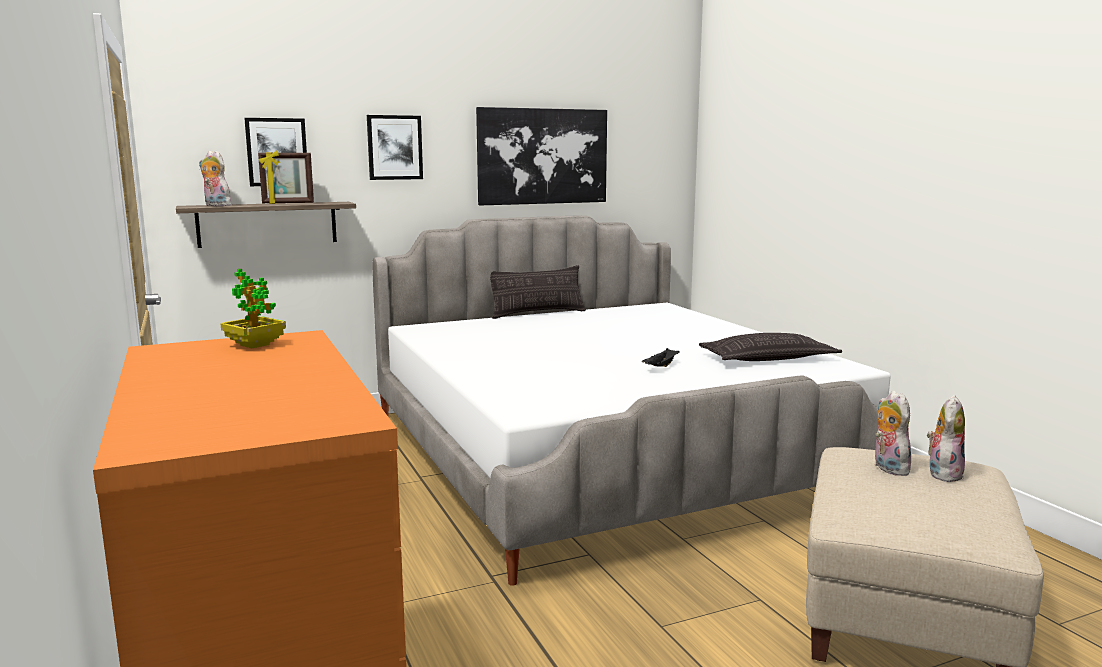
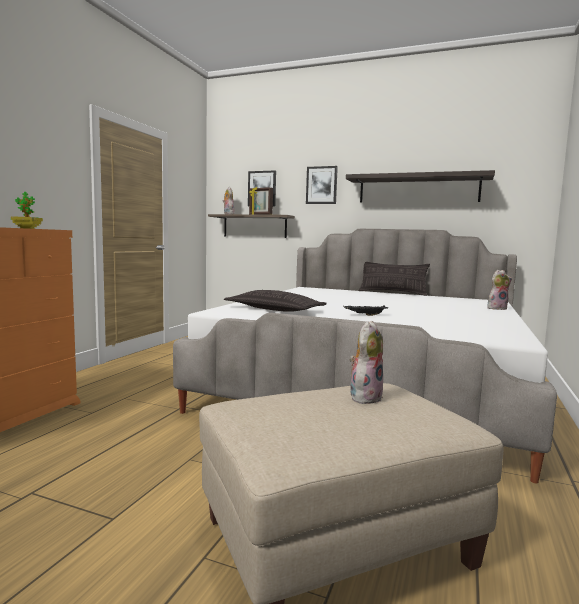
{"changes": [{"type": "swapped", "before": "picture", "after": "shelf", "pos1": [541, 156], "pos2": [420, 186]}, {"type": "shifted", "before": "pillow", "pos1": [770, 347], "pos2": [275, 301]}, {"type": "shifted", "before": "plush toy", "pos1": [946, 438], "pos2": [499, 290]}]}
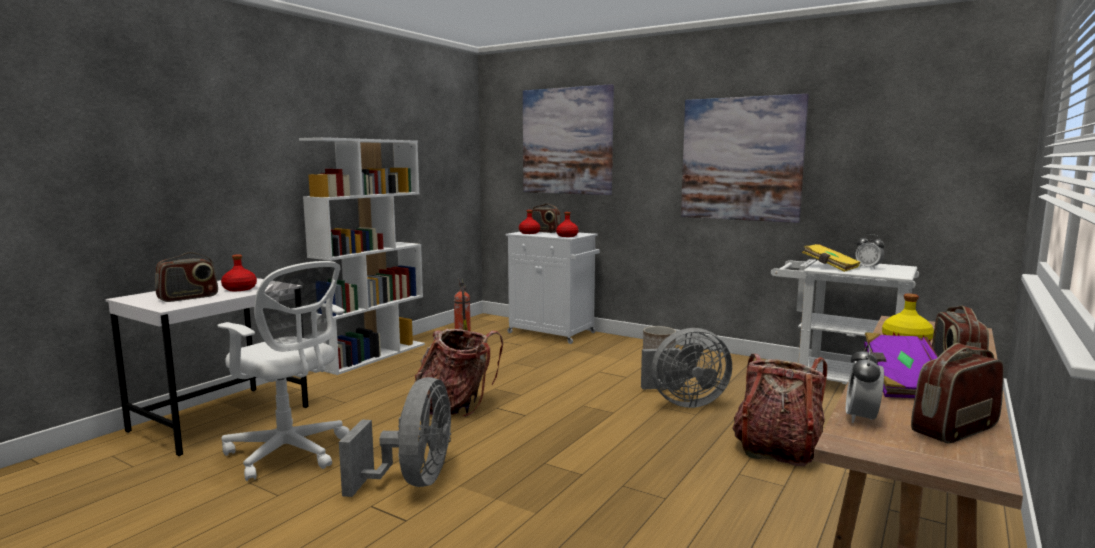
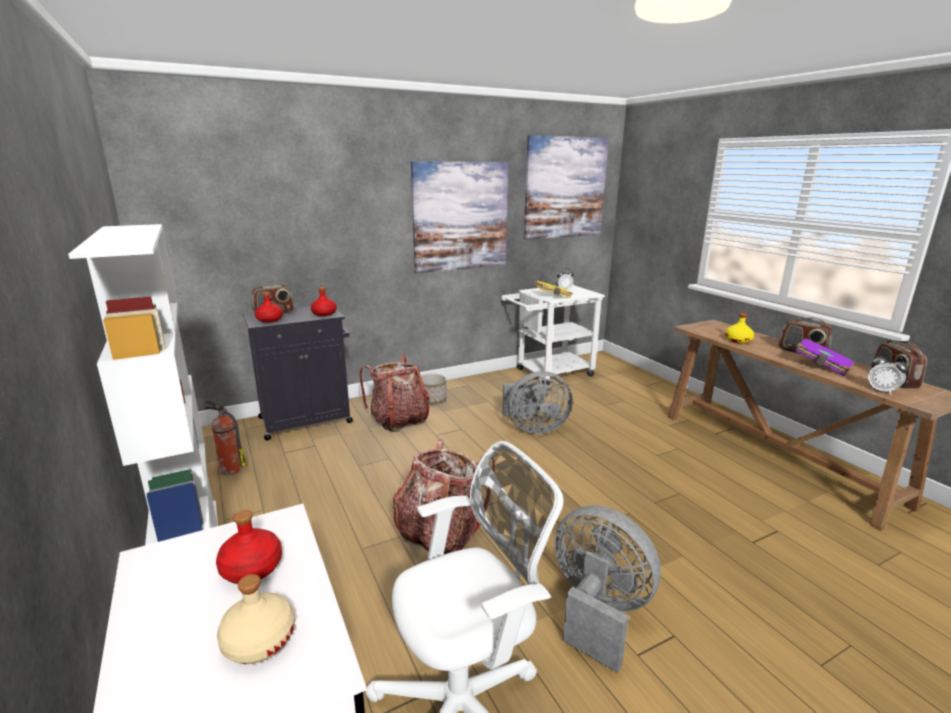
{"changes": [{"type": "swapped", "before": "radio", "after": "bottle (beige)", "pos1": [186, 277], "pos2": [256, 619]}, {"type": "repainted", "before": "cabinet (white)", "after": "cabinet (black)", "pos1": [553, 288], "pos2": [298, 372]}, {"type": "shifted", "before": "picture", "pos1": [568, 139], "pos2": [566, 187]}, {"type": "rotated", "before": "fan (grey)", "pos1": [686, 368], "pos2": [537, 402], "turn": 60}, {"type": "shifted", "before": "backpack", "pos1": [780, 410], "pos2": [394, 393]}]}
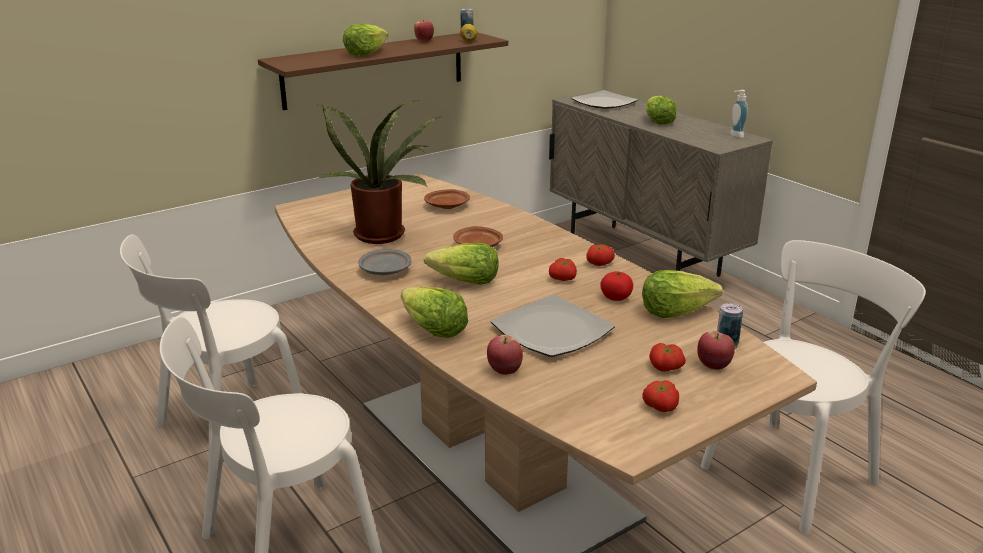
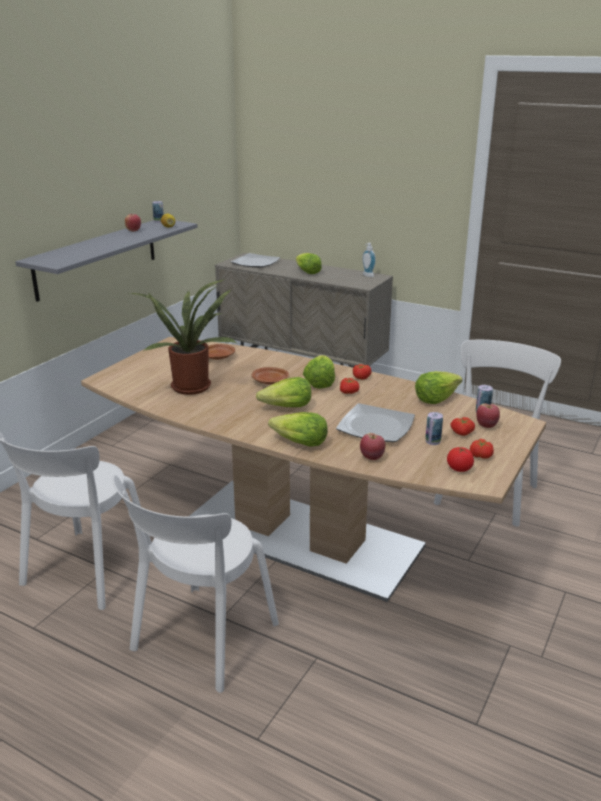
{"changes": [{"type": "repainted", "before": "shelf (brown)", "after": "shelf (grey)", "pos1": [383, 71], "pos2": [106, 261]}, {"type": "shifted", "before": "lettuce", "pos1": [365, 40], "pos2": [319, 372]}, {"type": "gone", "before": "plate (grey)", "pos1": [385, 262]}, {"type": "shifted", "before": "tomato", "pos1": [616, 286], "pos2": [460, 459]}, {"type": "new", "after": "can", "pos2": [434, 428]}]}
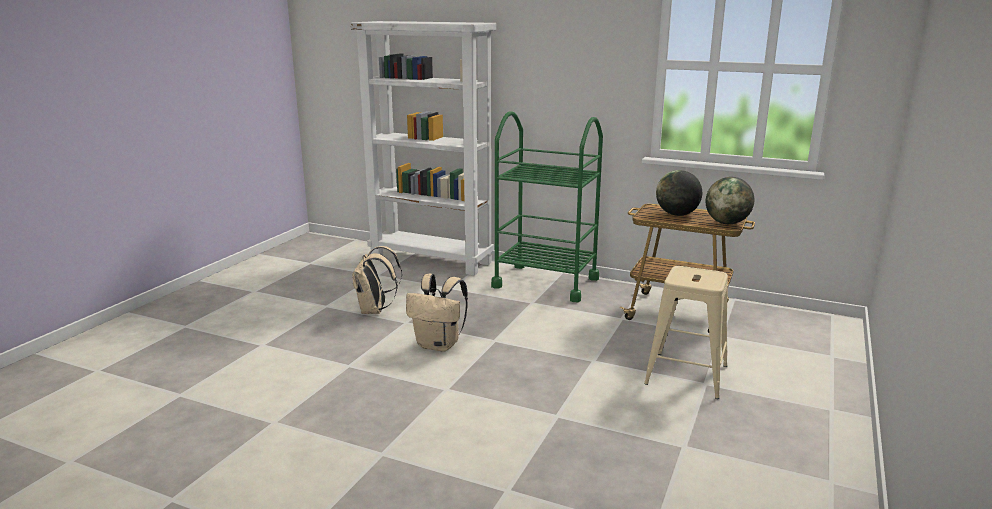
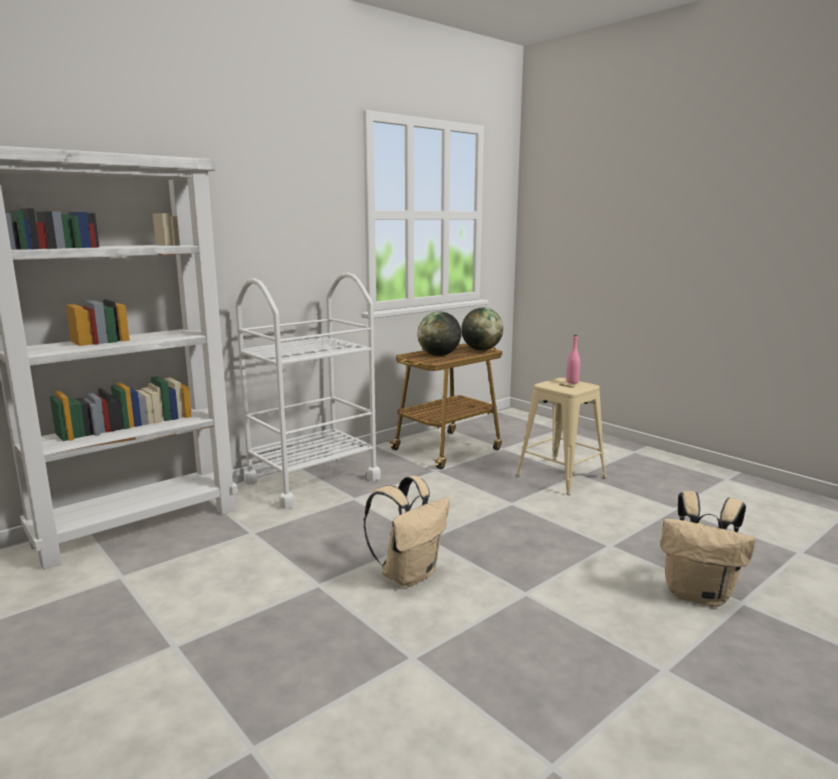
{"changes": [{"type": "shifted", "before": "backpack (beige)", "pos1": [377, 280], "pos2": [708, 549]}, {"type": "repainted", "before": "cart (green)", "after": "cart (white)", "pos1": [547, 206], "pos2": [308, 390]}, {"type": "new", "after": "bottle (pink)", "pos2": [573, 359]}]}
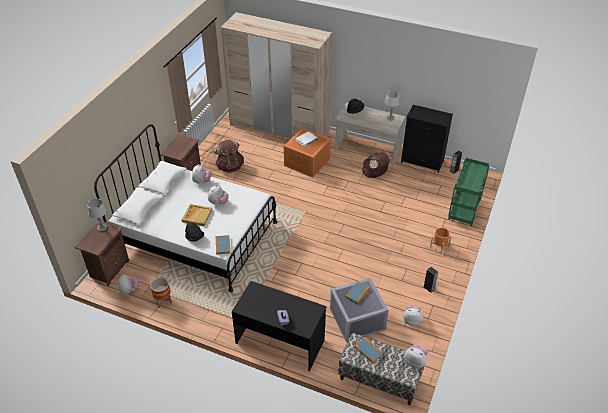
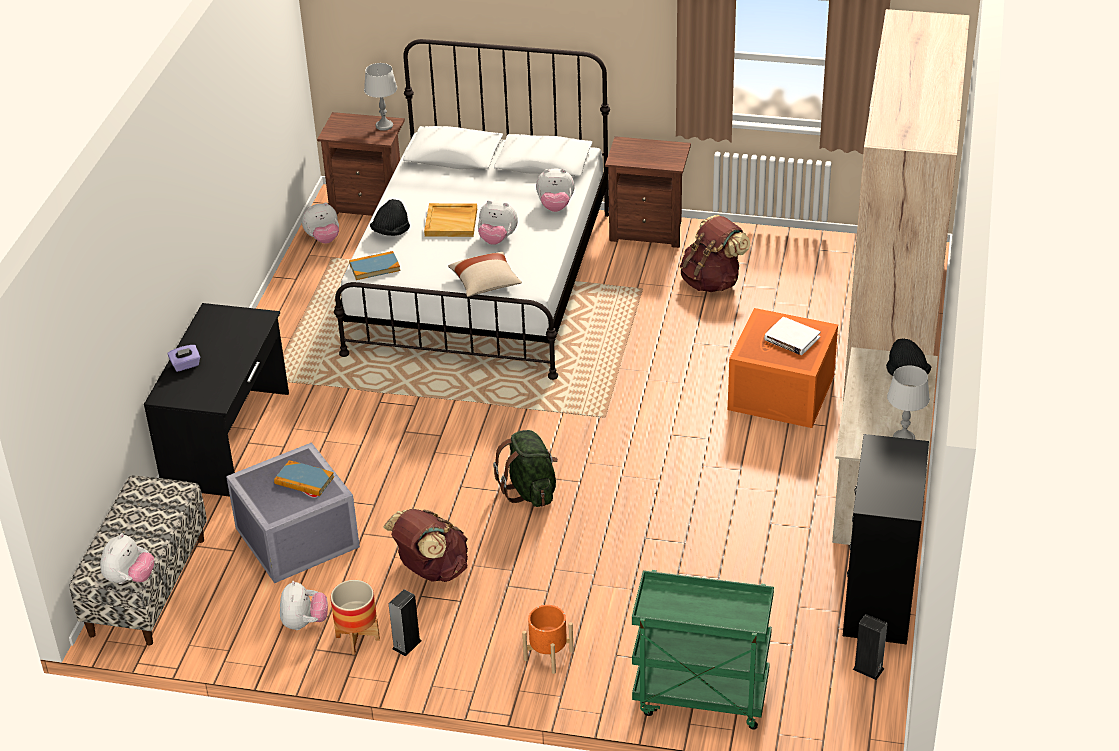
{"changes": [{"type": "shifted", "before": "planter", "pos1": [161, 293], "pos2": [355, 617]}, {"type": "gone", "before": "book", "pos1": [369, 350]}, {"type": "shifted", "before": "backpack (brown)", "pos1": [377, 165], "pos2": [425, 545]}, {"type": "new", "after": "pillow (beige)", "pos2": [485, 274]}, {"type": "new", "after": "backpack (green)", "pos2": [525, 468]}]}
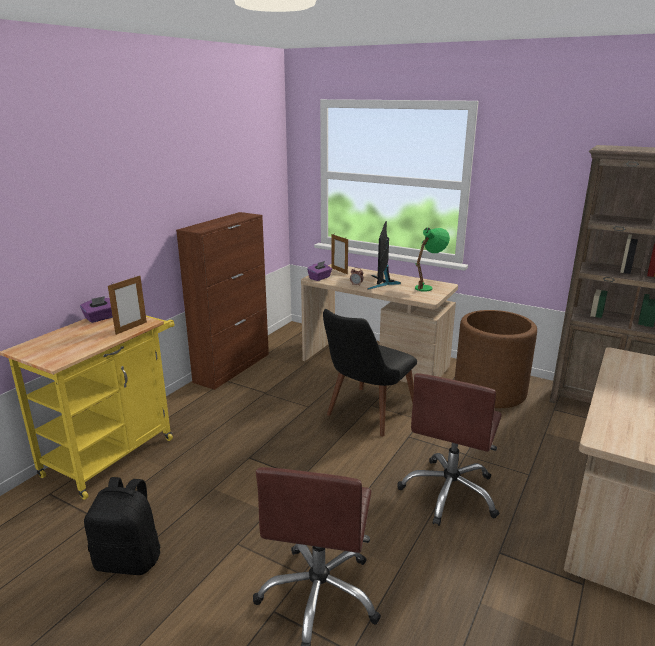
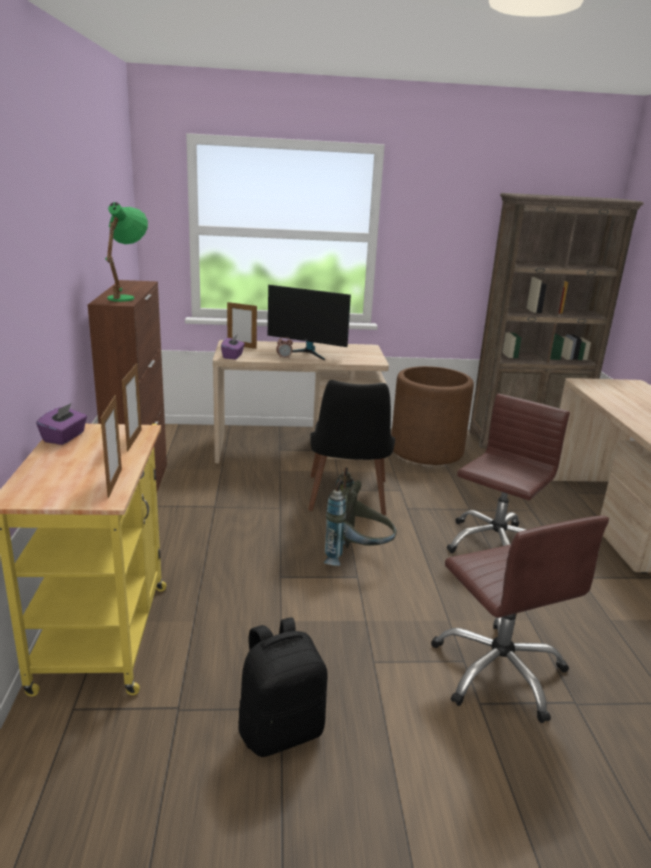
{"changes": [{"type": "rotated", "before": "monitor", "pos1": [384, 255], "pos2": [309, 322], "turn": -45}, {"type": "rotated", "before": "office chair (brown)", "pos1": [449, 449], "pos2": [508, 473], "turn": -135}, {"type": "shifted", "before": "table lamp (green)", "pos1": [432, 260], "pos2": [126, 252]}, {"type": "new", "after": "picture frame", "pos2": [111, 446]}, {"type": "new", "after": "backpack (grey)", "pos2": [360, 516]}]}
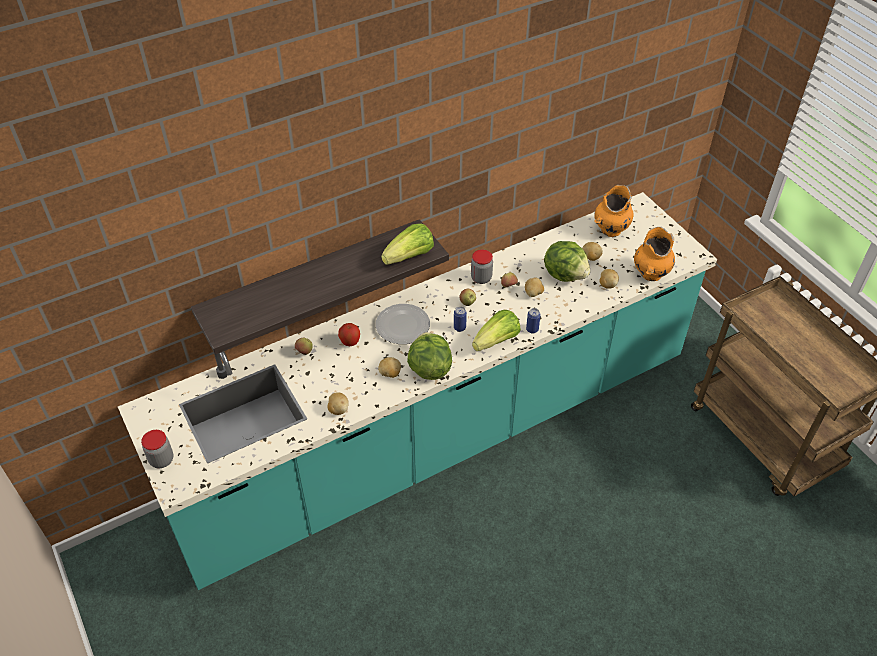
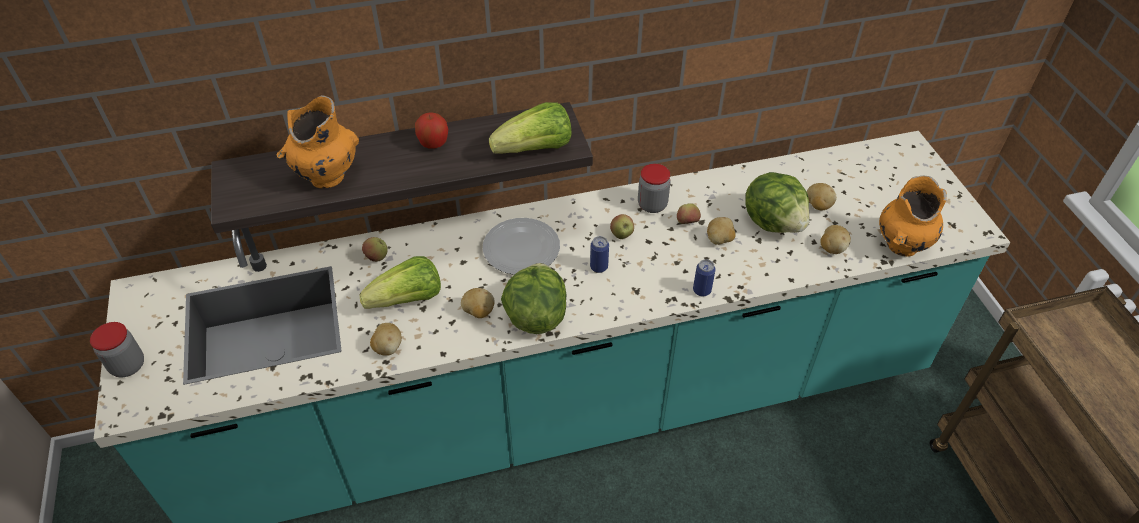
{"changes": [{"type": "shifted", "before": "apple", "pos1": [349, 334], "pos2": [431, 131]}, {"type": "shifted", "before": "lettuce", "pos1": [496, 330], "pos2": [400, 282]}, {"type": "shifted", "before": "vase (orange)", "pos1": [613, 211], "pos2": [318, 141]}]}
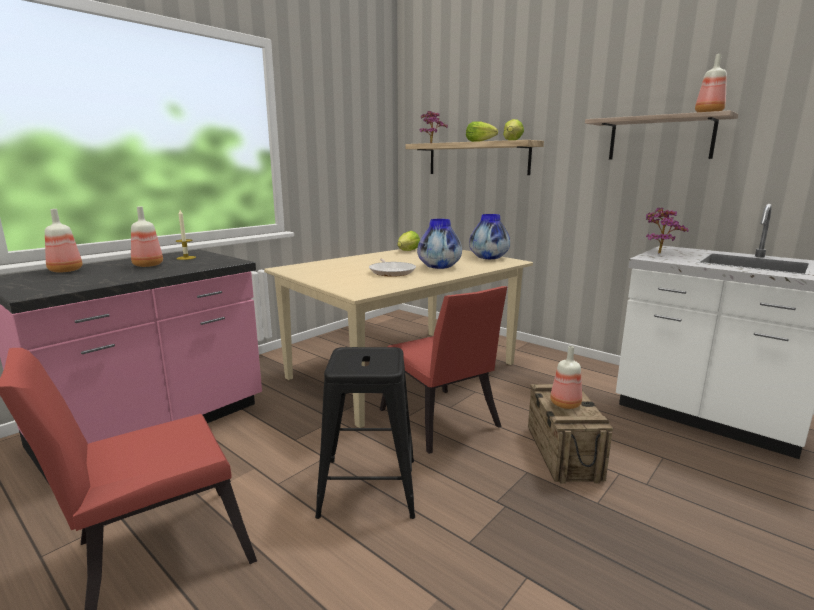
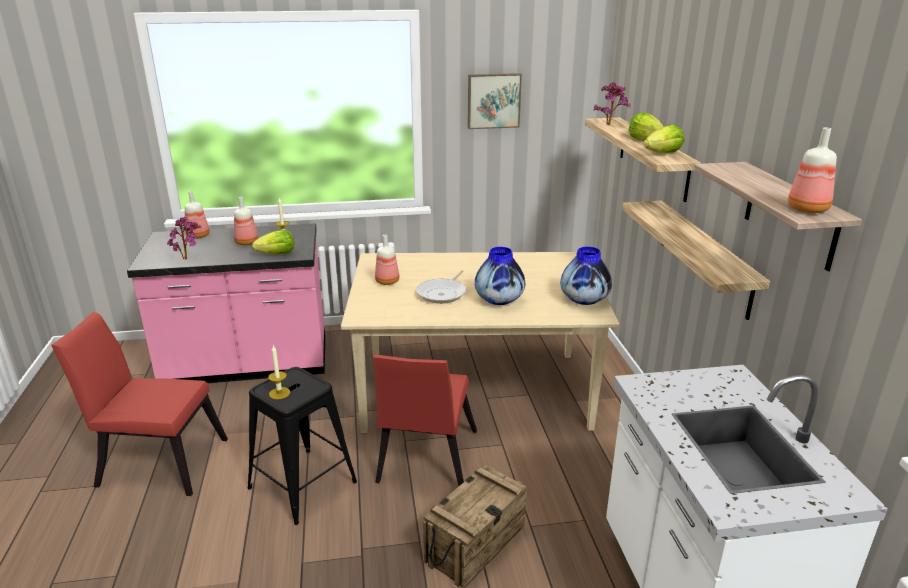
{"changes": [{"type": "shifted", "before": "lettuce", "pos1": [408, 241], "pos2": [273, 242]}, {"type": "shifted", "before": "bottle", "pos1": [566, 377], "pos2": [387, 260]}, {"type": "shifted", "before": "potted plant", "pos1": [667, 231], "pos2": [184, 238]}, {"type": "new", "after": "candle", "pos2": [279, 372]}, {"type": "new", "after": "picture", "pos2": [495, 101]}, {"type": "new", "after": "shelf", "pos2": [696, 260]}]}
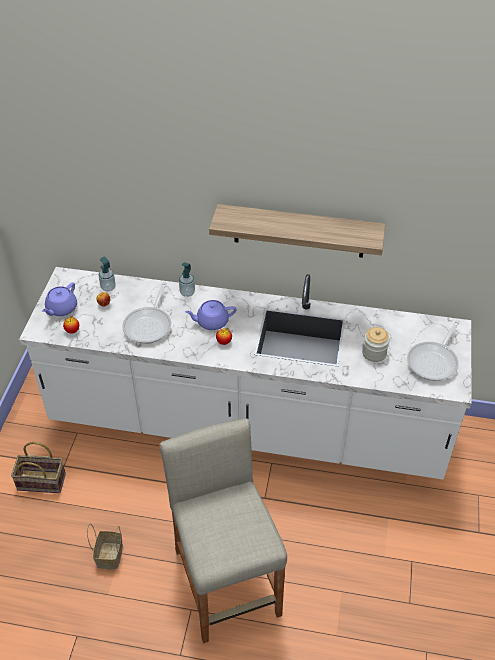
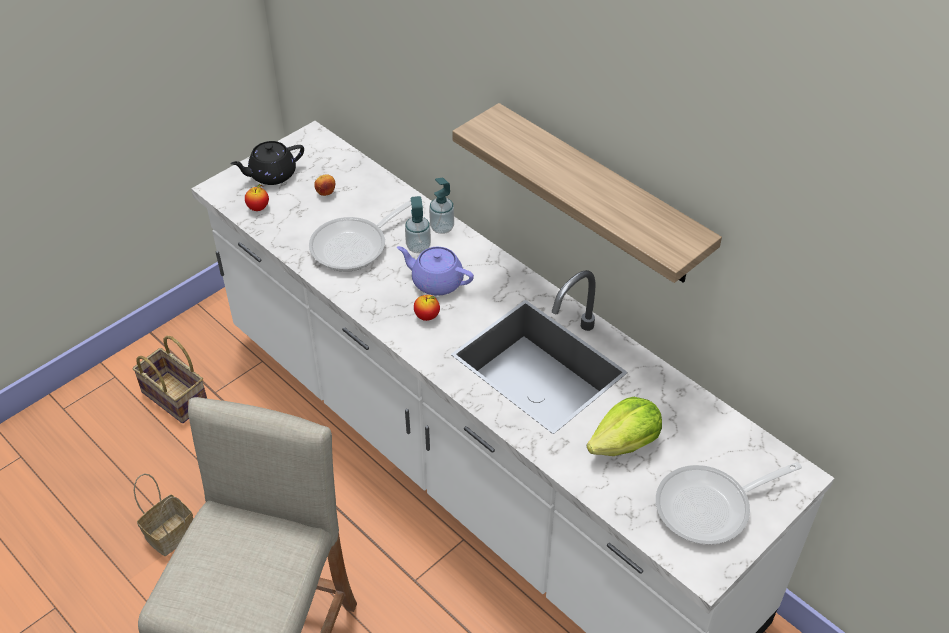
{"changes": [{"type": "repainted", "before": "teapot (purple)", "after": "teapot (black)", "pos1": [59, 299], "pos2": [267, 163]}, {"type": "shifted", "before": "soap dispenser", "pos1": [107, 274], "pos2": [418, 224]}, {"type": "swapped", "before": "jar", "after": "lettuce", "pos1": [376, 344], "pos2": [624, 426]}]}
